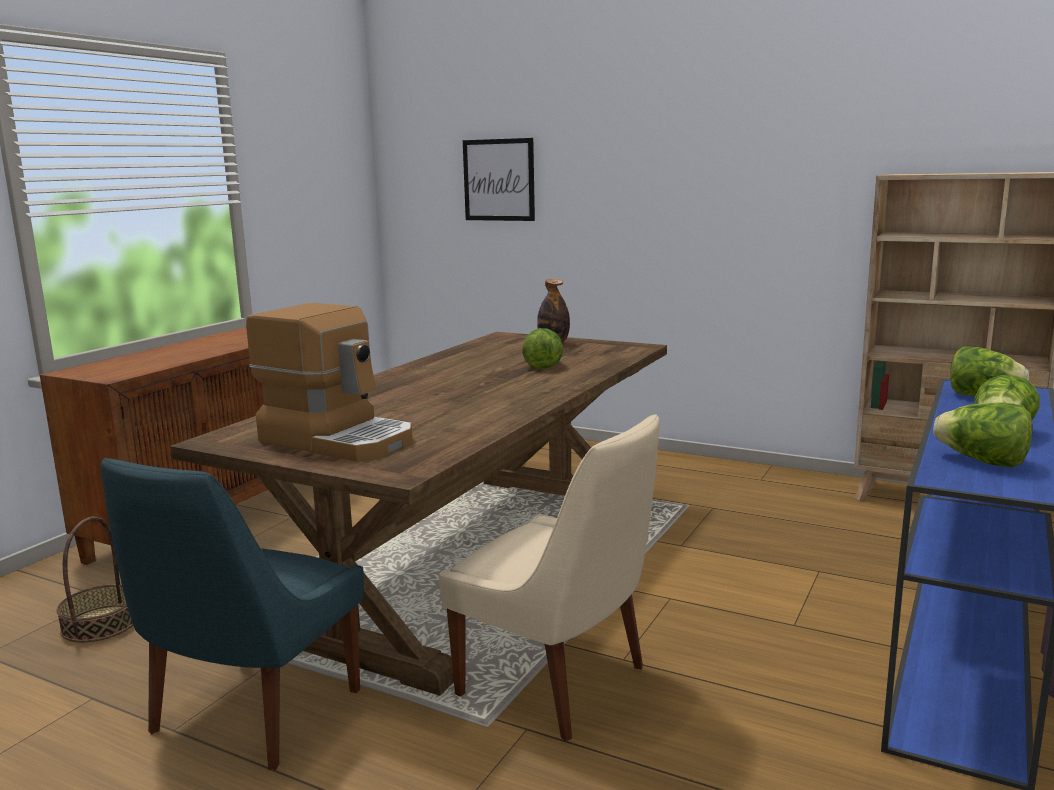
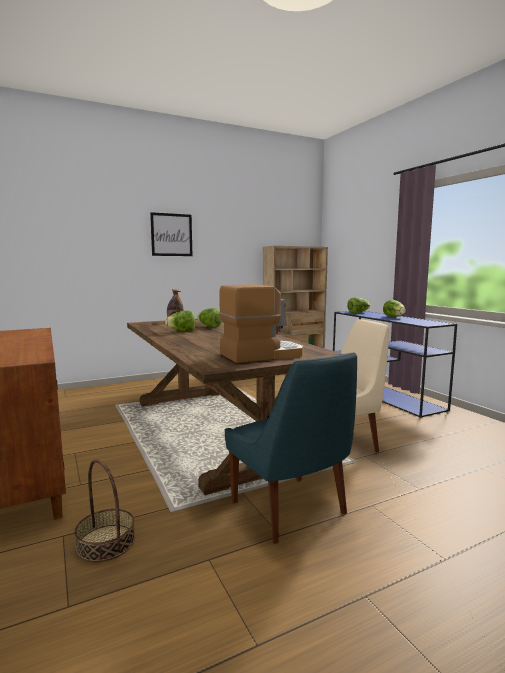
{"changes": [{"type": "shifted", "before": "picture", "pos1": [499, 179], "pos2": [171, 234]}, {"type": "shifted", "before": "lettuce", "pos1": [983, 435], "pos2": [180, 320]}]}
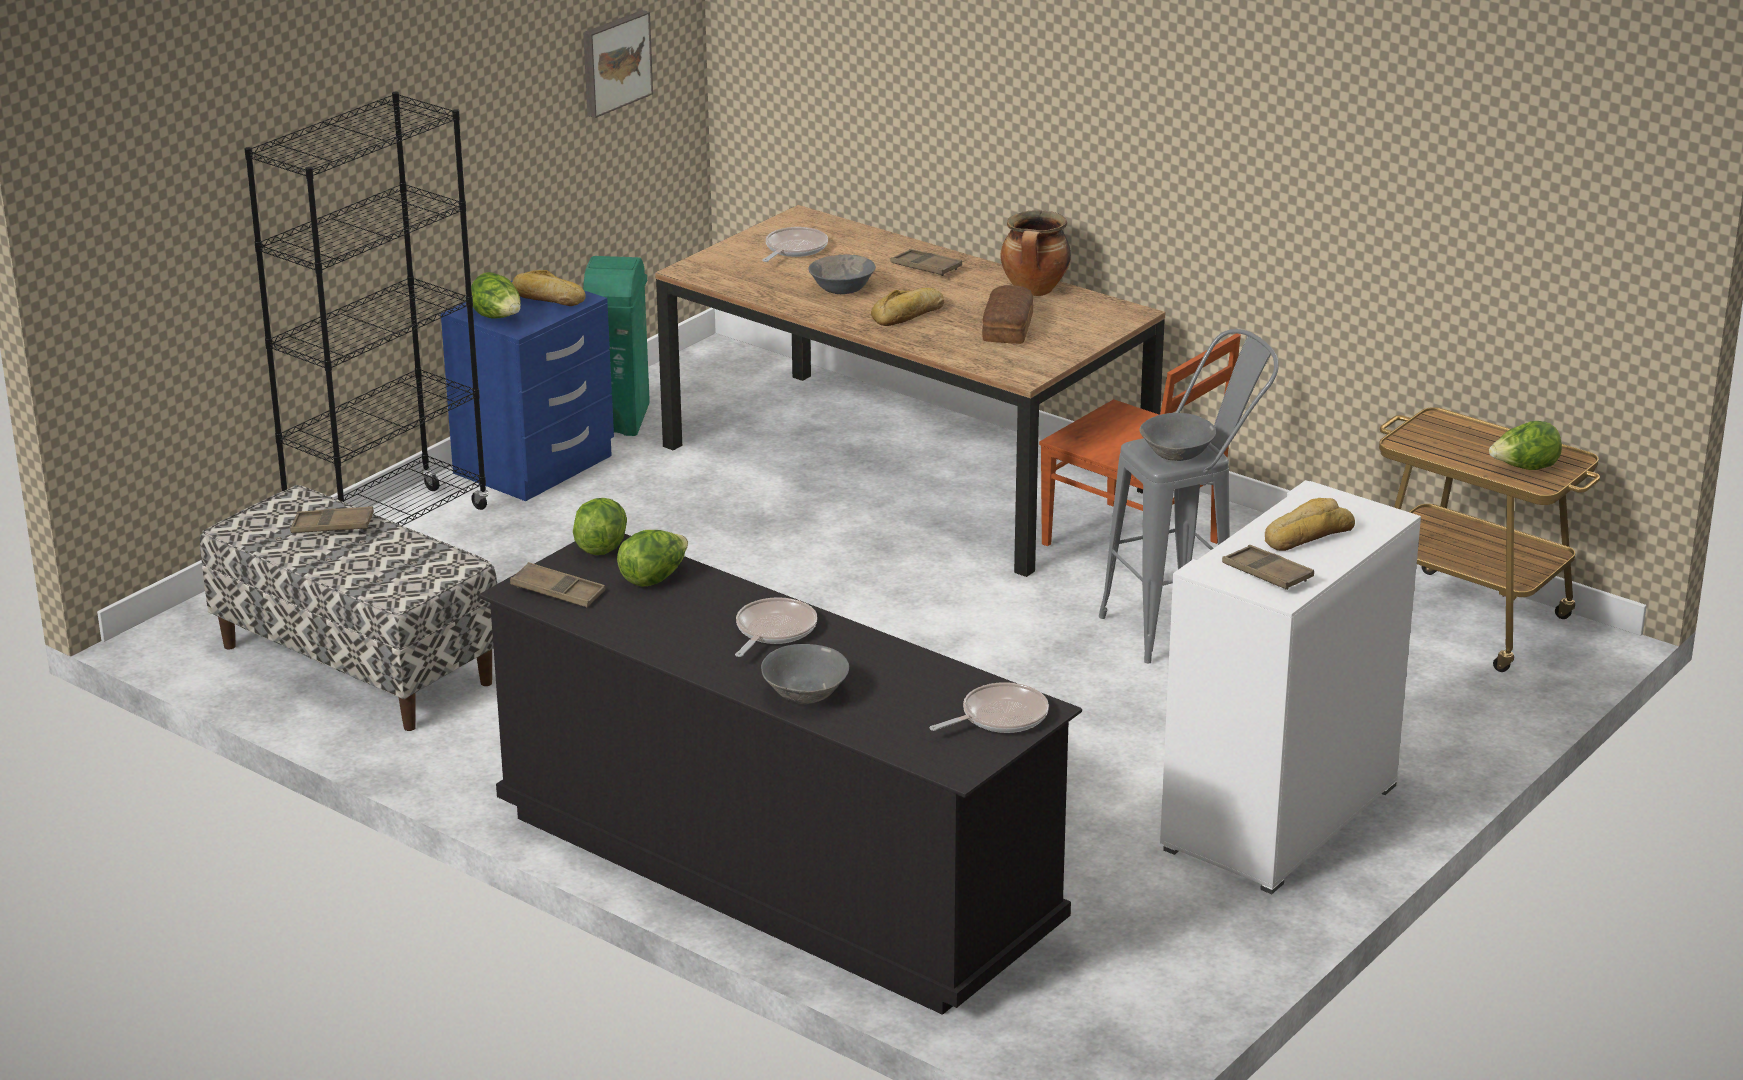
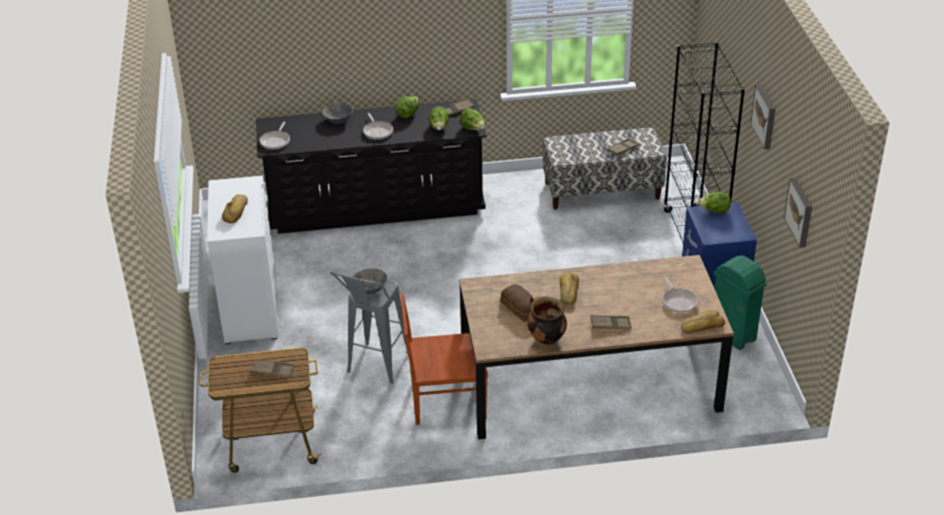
{"changes": [{"type": "shifted", "before": "bread", "pos1": [549, 288], "pos2": [703, 322]}, {"type": "gone", "before": "bowl (grey)", "pos1": [842, 274]}, {"type": "shifted", "before": "tray (brown)", "pos1": [1268, 567], "pos2": [273, 368]}, {"type": "shifted", "before": "lettuce", "pos1": [1525, 445], "pos2": [407, 107]}, {"type": "new", "after": "picture", "pos2": [763, 117]}]}
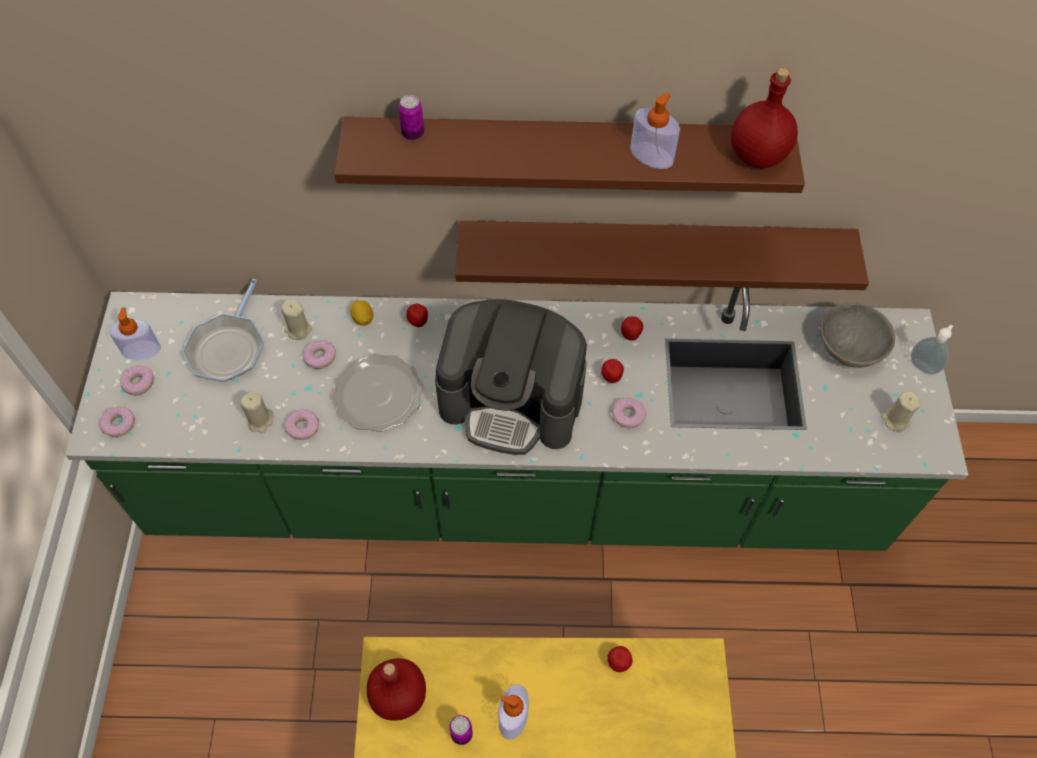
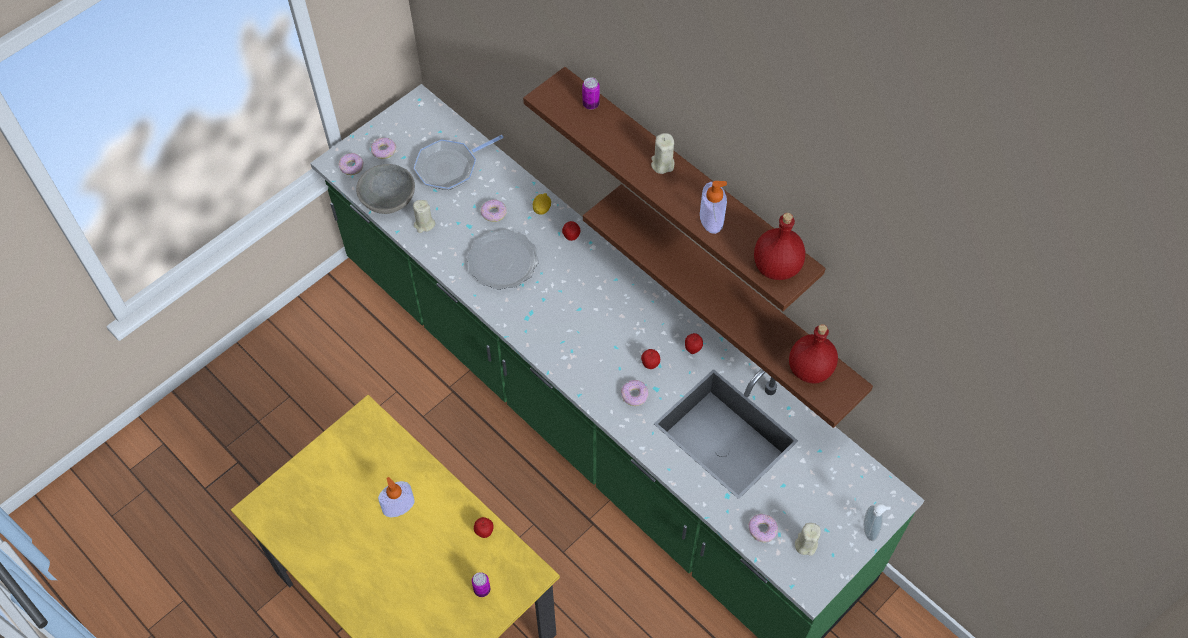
{"changes": [{"type": "gone", "before": "soap dispenser", "pos1": [135, 333]}, {"type": "shifted", "before": "candle (beige)", "pos1": [296, 319], "pos2": [662, 153]}, {"type": "shifted", "before": "donut", "pos1": [301, 424], "pos2": [763, 528]}, {"type": "shifted", "before": "bottle (red)", "pos1": [396, 689], "pos2": [813, 354]}, {"type": "gone", "before": "coffee machine", "pos1": [511, 377]}, {"type": "shifted", "before": "can", "pos1": [461, 730], "pos2": [481, 584]}, {"type": "shifted", "before": "bowl (grey)", "pos1": [857, 335], "pos2": [385, 189]}]}
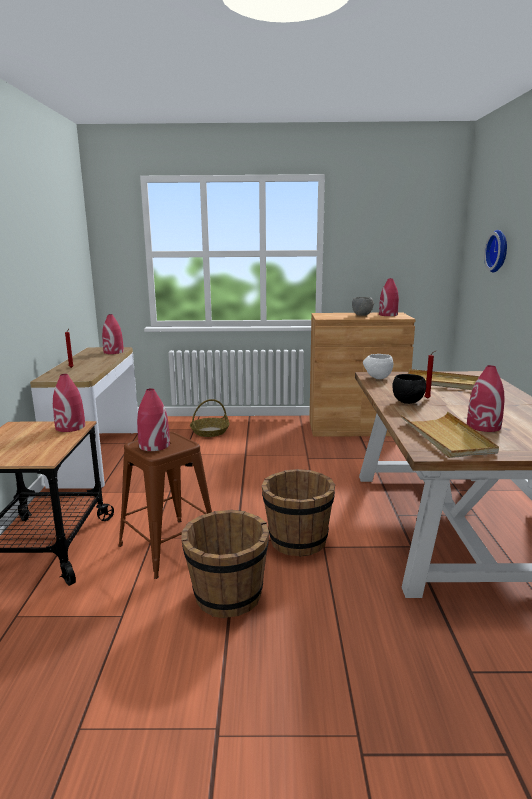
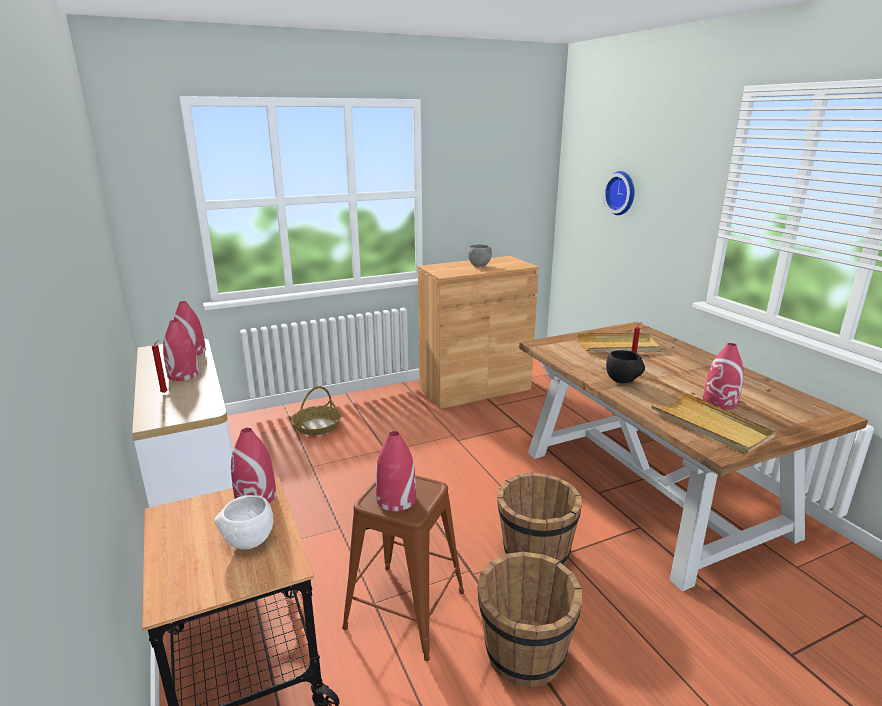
{"changes": [{"type": "shifted", "before": "bowl (white)", "pos1": [378, 366], "pos2": [243, 522]}, {"type": "shifted", "before": "vase (red)", "pos1": [389, 297], "pos2": [181, 350]}]}
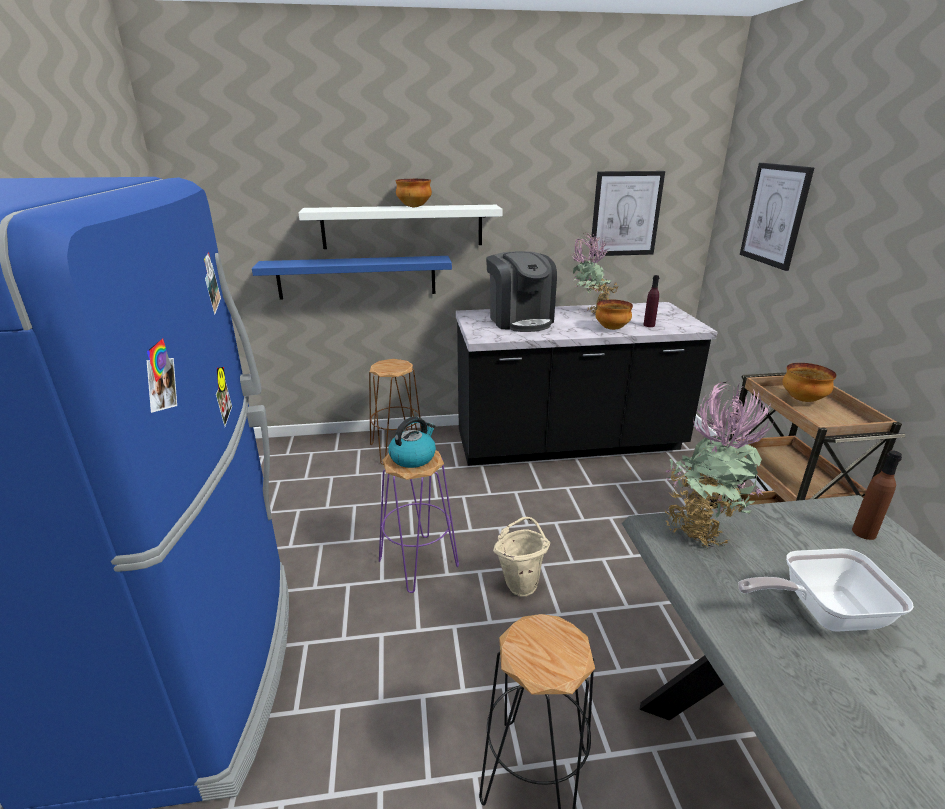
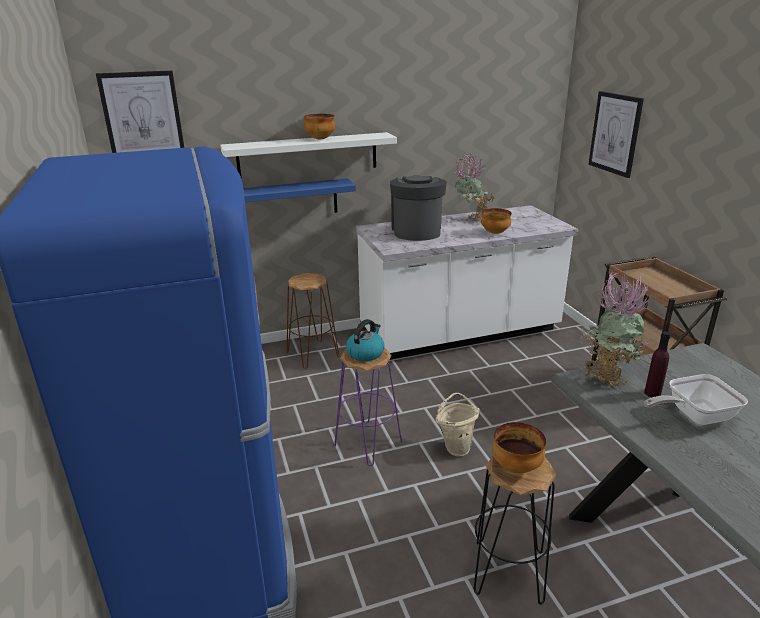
{"changes": [{"type": "repainted", "before": "counter (black)", "after": "counter (white)", "pos1": [587, 384], "pos2": [467, 282]}, {"type": "rotated", "before": "coffee machine", "pos1": [521, 291], "pos2": [418, 208], "turn": -150}, {"type": "shifted", "before": "picture", "pos1": [628, 213], "pos2": [140, 111]}, {"type": "shifted", "before": "bottle (purple)", "pos1": [651, 301], "pos2": [657, 364]}, {"type": "shifted", "before": "bowl", "pos1": [809, 382], "pos2": [519, 447]}, {"type": "gone", "before": "bottle (brown)", "pos1": [877, 495]}]}
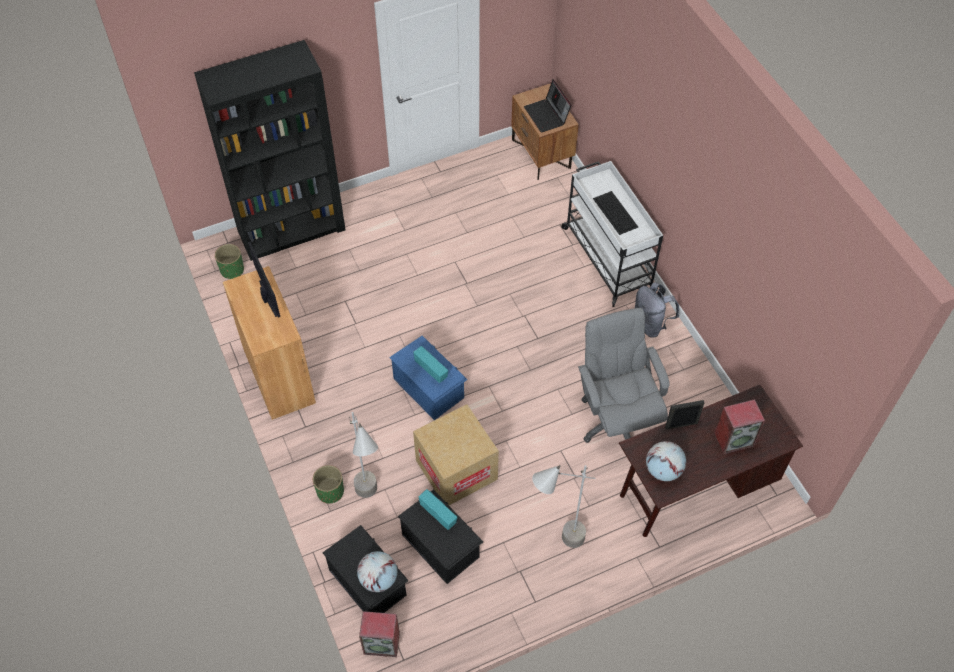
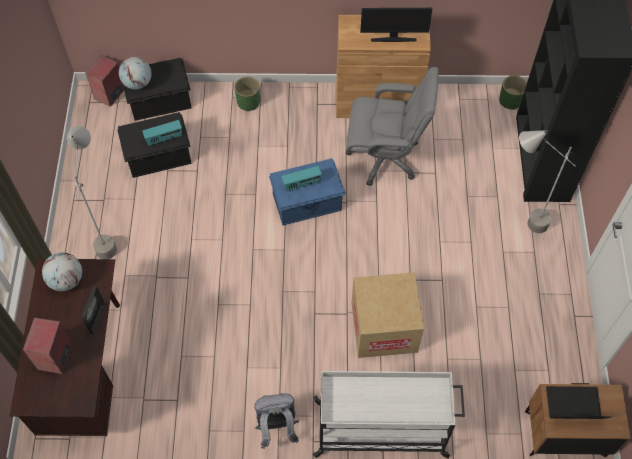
{"changes": [{"type": "shifted", "before": "floor lamp (grey)", "pos1": [363, 455], "pos2": [547, 181]}, {"type": "shifted", "before": "cardboard box", "pos1": [456, 454], "pos2": [388, 315]}, {"type": "shifted", "before": "office chair (grey)", "pos1": [623, 375], "pos2": [392, 126]}, {"type": "gone", "before": "keyboard", "pos1": [615, 213]}]}
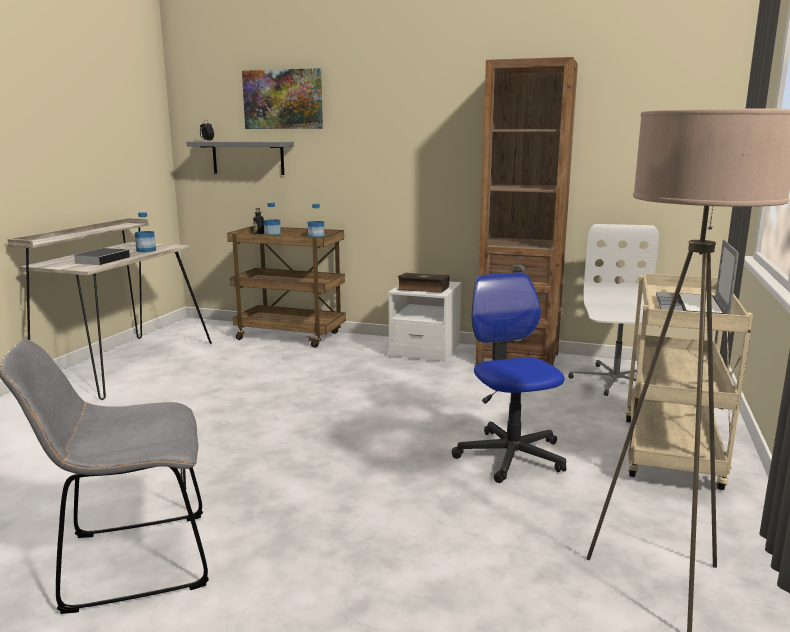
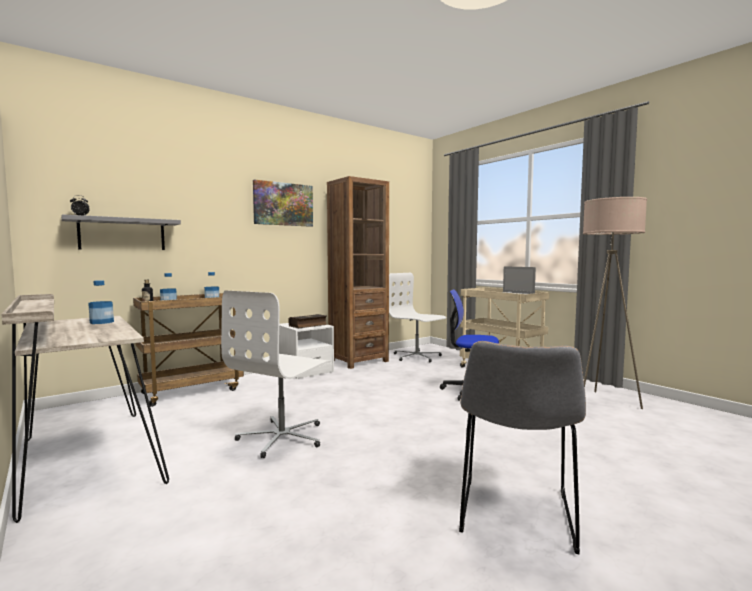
{"changes": [{"type": "gone", "before": "book", "pos1": [103, 256]}, {"type": "shifted", "before": "picture", "pos1": [282, 98], "pos2": [283, 203]}, {"type": "new", "after": "office chair (white)", "pos2": [275, 374]}]}
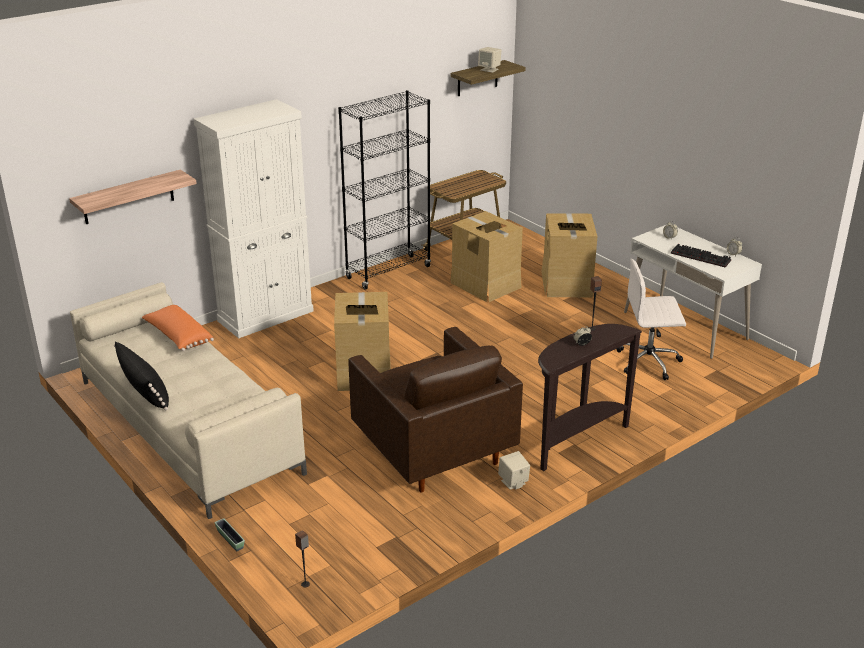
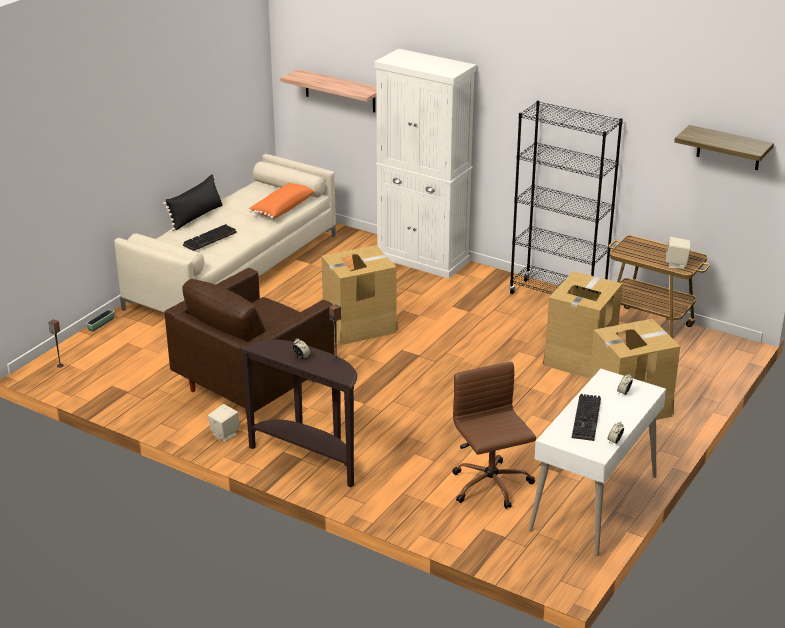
{"changes": [{"type": "shifted", "before": "speaker (beige)", "pos1": [489, 60], "pos2": [678, 253]}, {"type": "repainted", "before": "office chair (white)", "after": "office chair (brown)", "pos1": [651, 319], "pos2": [494, 435]}, {"type": "new", "after": "keyboard", "pos2": [210, 237]}]}
